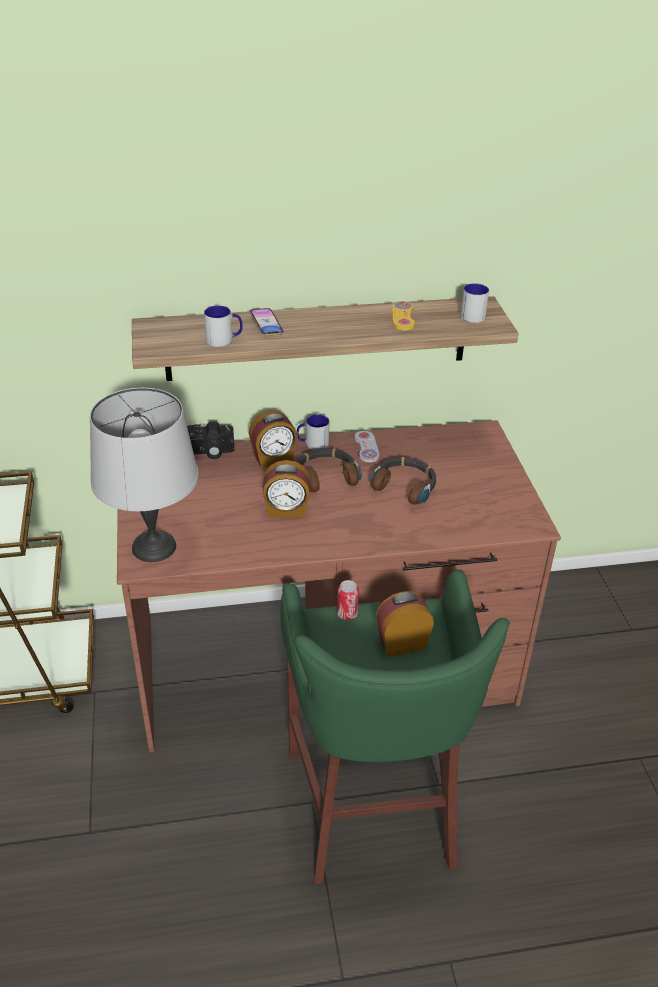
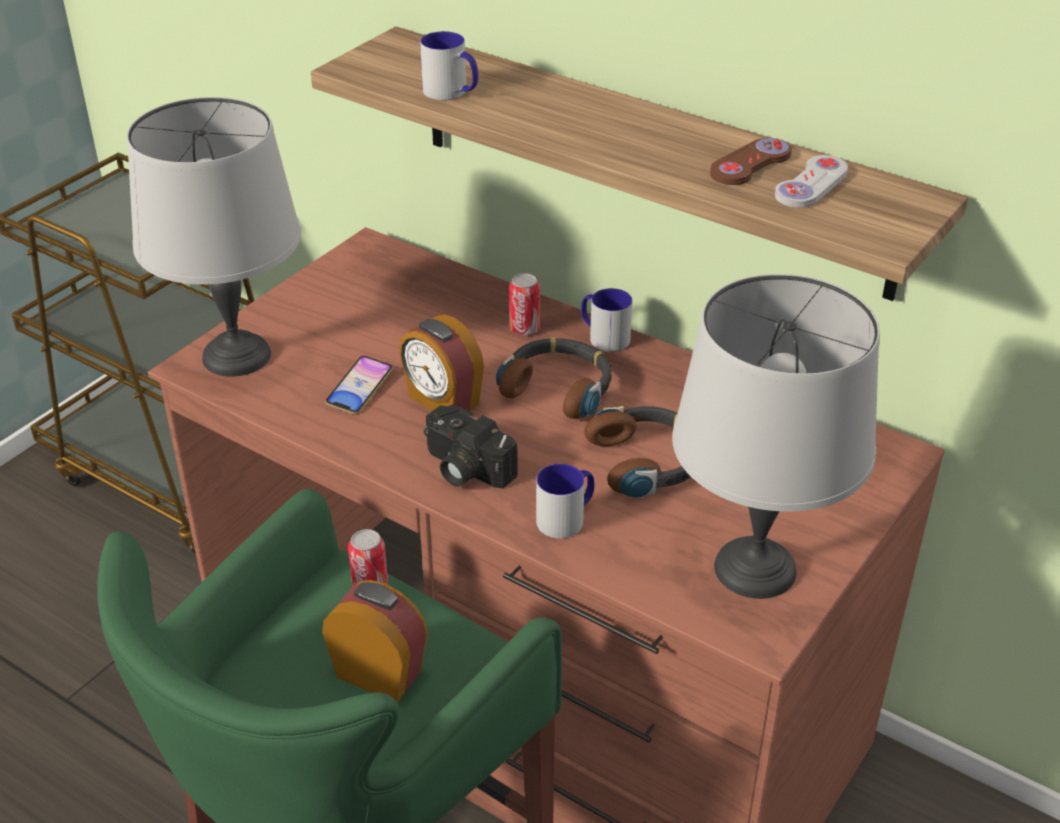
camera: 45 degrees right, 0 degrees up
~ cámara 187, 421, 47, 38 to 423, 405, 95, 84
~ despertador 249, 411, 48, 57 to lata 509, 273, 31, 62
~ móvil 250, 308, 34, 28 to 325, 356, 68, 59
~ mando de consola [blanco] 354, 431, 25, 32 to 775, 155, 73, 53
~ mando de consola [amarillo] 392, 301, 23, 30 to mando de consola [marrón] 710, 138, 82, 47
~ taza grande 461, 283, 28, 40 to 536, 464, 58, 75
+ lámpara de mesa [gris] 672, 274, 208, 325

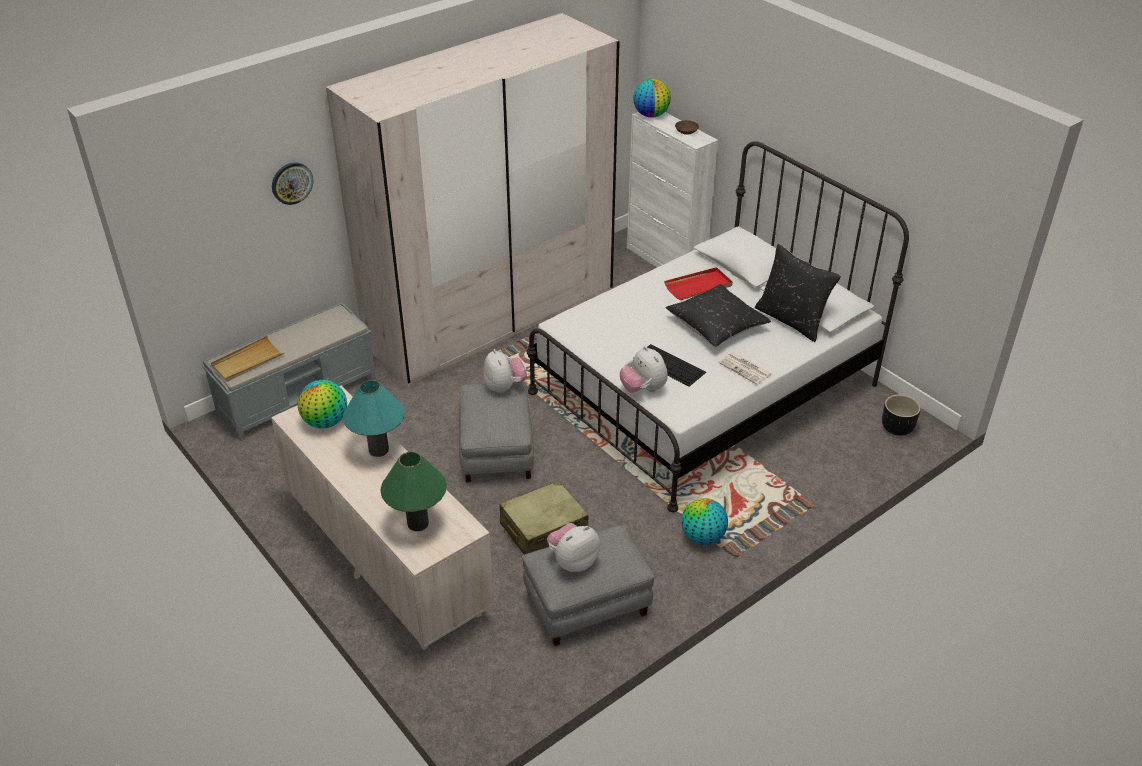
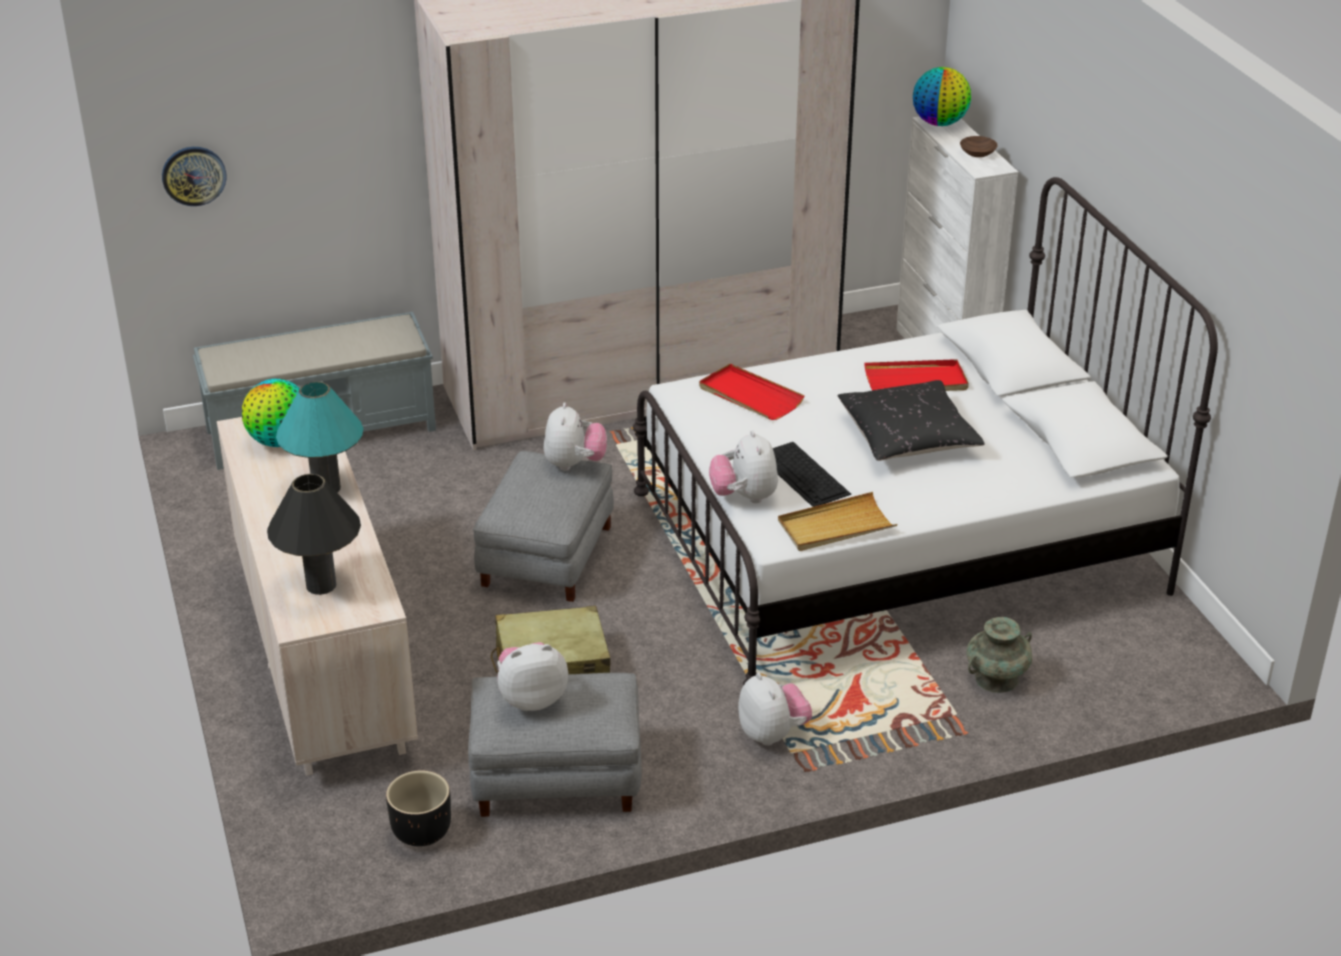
camera: 20 degrees right, 5 degrees down
~ bandeja [beis] 211, 336, 73, 46 to 778, 492, 119, 59
~ reloj de pared 272, 162, 41, 43 to 162, 147, 65, 59
~ lámpara de mesa [verde] 380, 452, 67, 79 to lámpara de mesa [negro] 267, 474, 94, 121
~ globo terráqueo 681, 498, 47, 47 to peluche 738, 672, 74, 74
- periódico 718, 352, 54, 33
- cojín [negro] 755, 244, 86, 98
~ maceta [negro] 882, 394, 39, 42 to 386, 771, 65, 76
+ bandeja [rojo] 699, 364, 106, 56
+ florero [turquesa] 966, 617, 66, 76

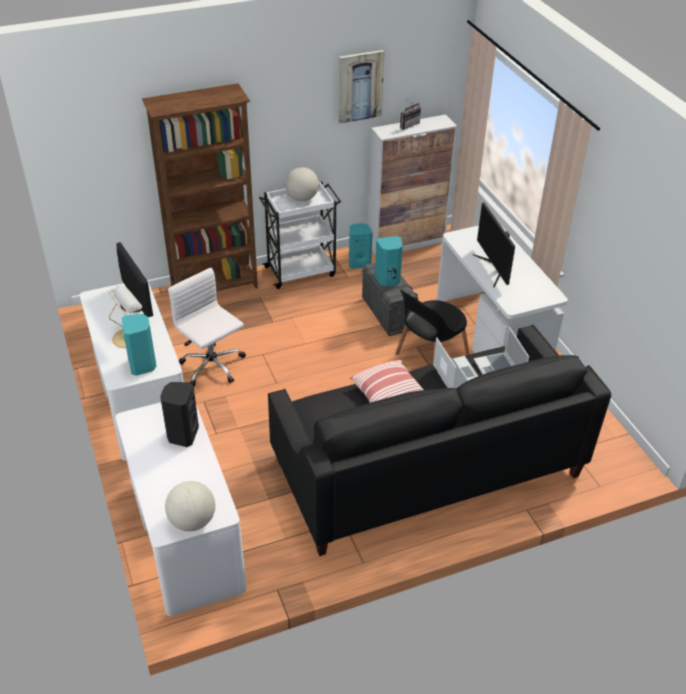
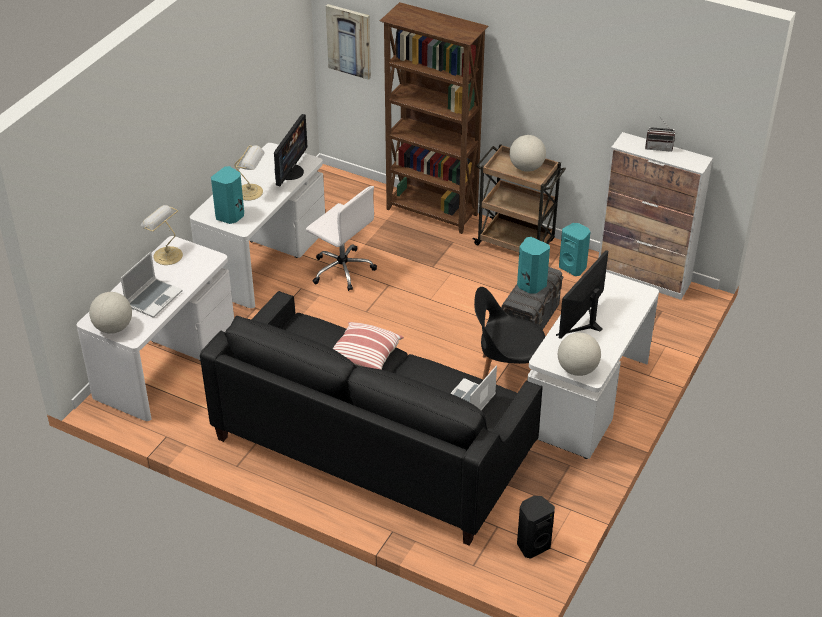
camera: 50 degrees right, 0 degrees up
~ altavoz [negro] 160, 382, 39, 65 to 517, 496, 38, 63
~ silla de oficina [blanco] 168, 268, 78, 118 = 306, 186, 71, 105 120 degrees clockwise
~ carrito [blanco] 259, 181, 82, 108 to carrito [marrón] 472, 144, 94, 108
~ cuadro 339, 50, 46, 74 to 326, 4, 45, 76
~ portátil 433, 337, 45, 52 to 121, 252, 62, 66
+ lámpara de mesa 141, 205, 42, 60
+ globo terráqueo 558, 333, 43, 43

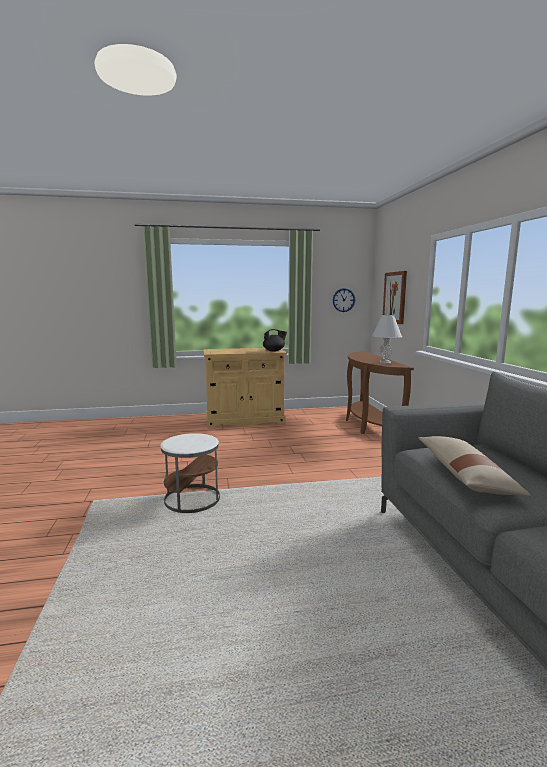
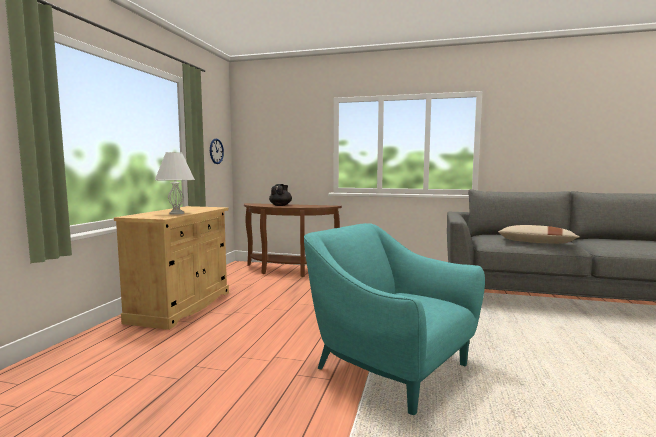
camera: 65 degrees left, 5 degrees down
~ mesa auxiliar [blanco] 160, 433, 60, 80 to sillón [turquesa] 304, 223, 181, 192
~ tetera [negro] 263, 329, 24, 22 to 269, 184, 23, 22
~ lámpara de mesa [blanco] 372, 314, 30, 50 to 155, 151, 40, 64
- cuadro 383, 271, 24, 53

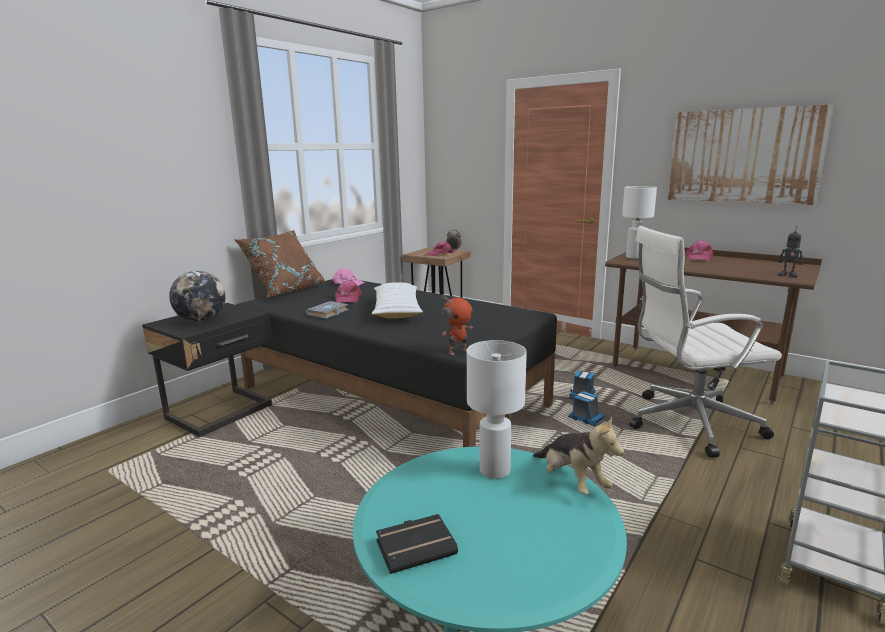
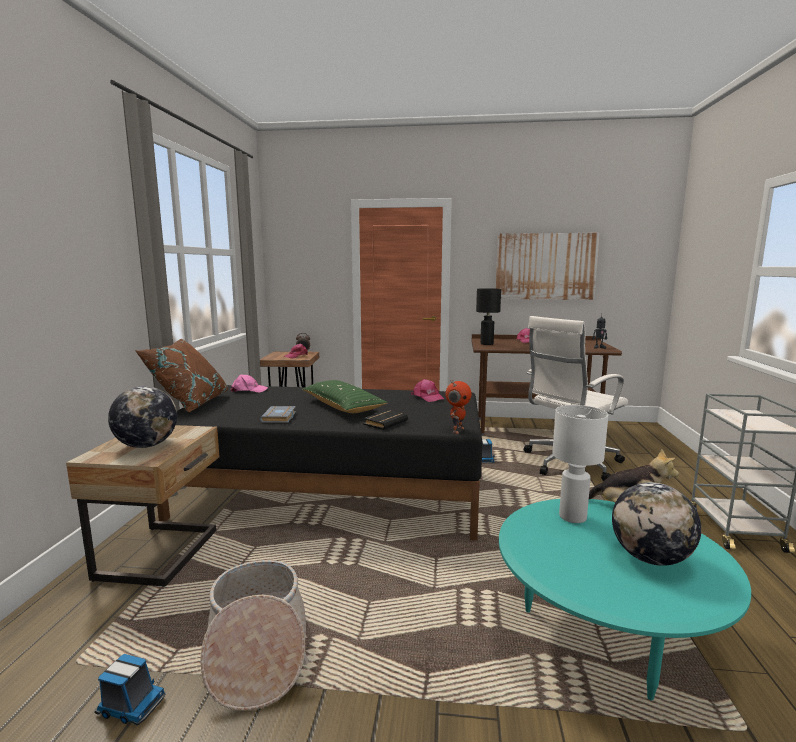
camera: 30 degrees left, 5 degrees down
~ mesita de noche [negro] 142, 303, 130, 134 to mesita de noche [beis] 66, 425, 153, 162
~ gorra [rosa] 335, 280, 27, 23 to 411, 379, 33, 23
~ cojín [blanco] 372, 282, 51, 37 to cojín [verde] 302, 380, 86, 33
~ libro [negro] 376, 514, 82, 60 to 363, 410, 45, 20
~ camión de juguete 568, 391, 37, 35 to 95, 654, 70, 71
~ lámpara de mesa [blanco] 622, 186, 35, 73 to lámpara de mesa [negro] 476, 288, 25, 57
+ cesta 200, 560, 109, 151
+ globo terráqueo 612, 482, 89, 84

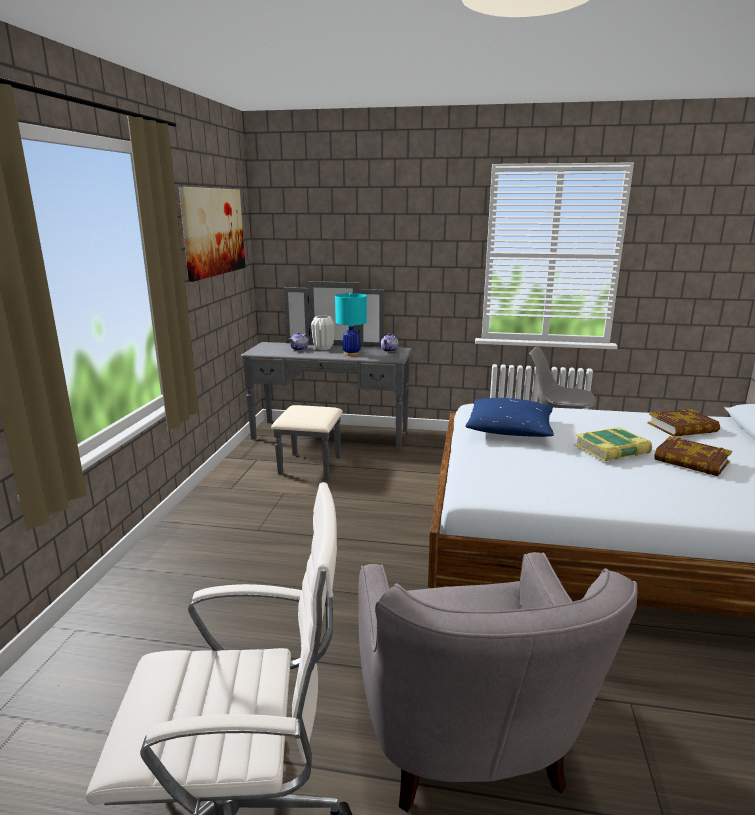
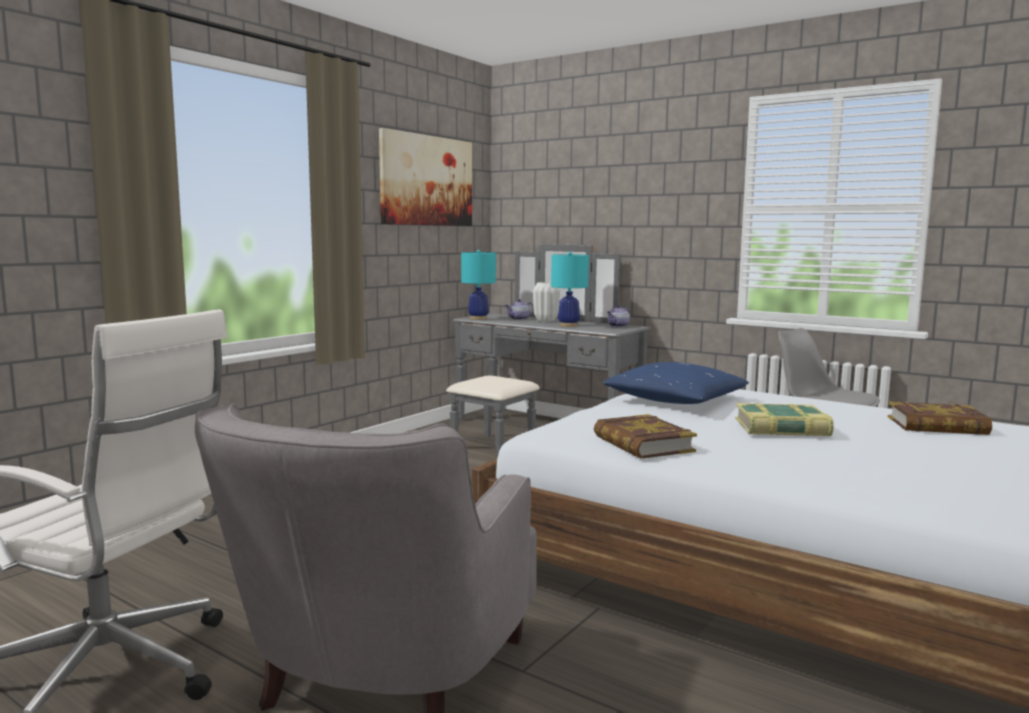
camera: 25 degrees right, 10 degrees down
~ libro 654, 436, 78, 40 to 594, 414, 103, 45
+ lámpara de mesa [turquesa] 461, 250, 35, 70

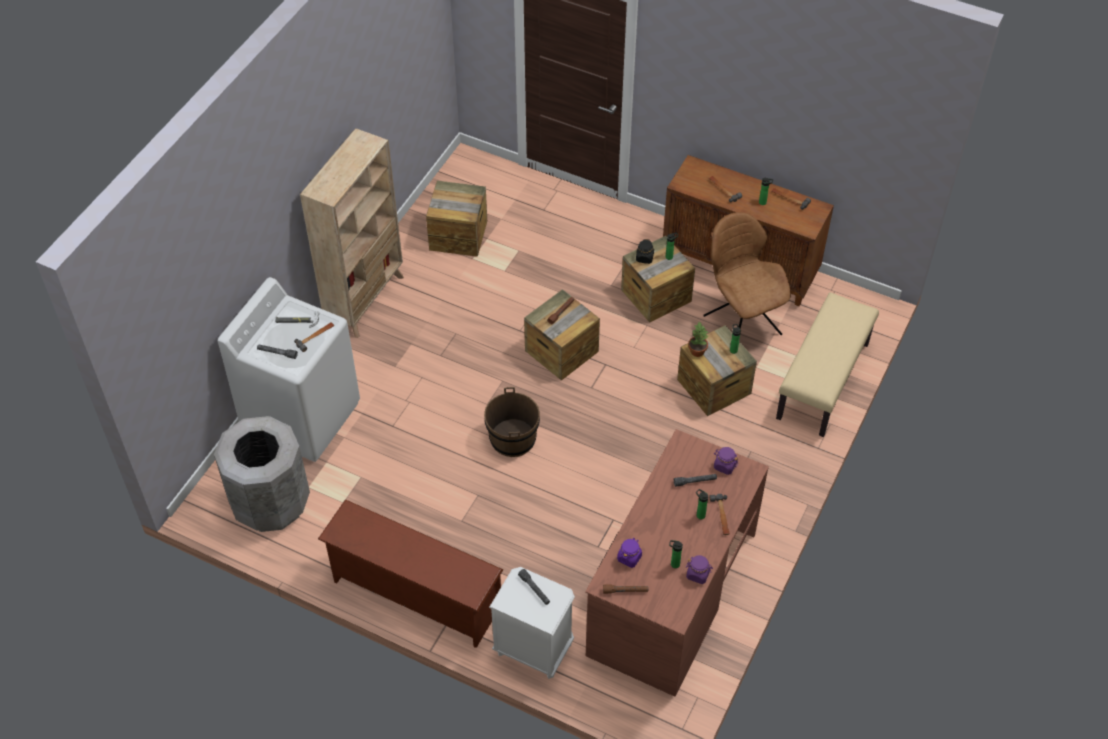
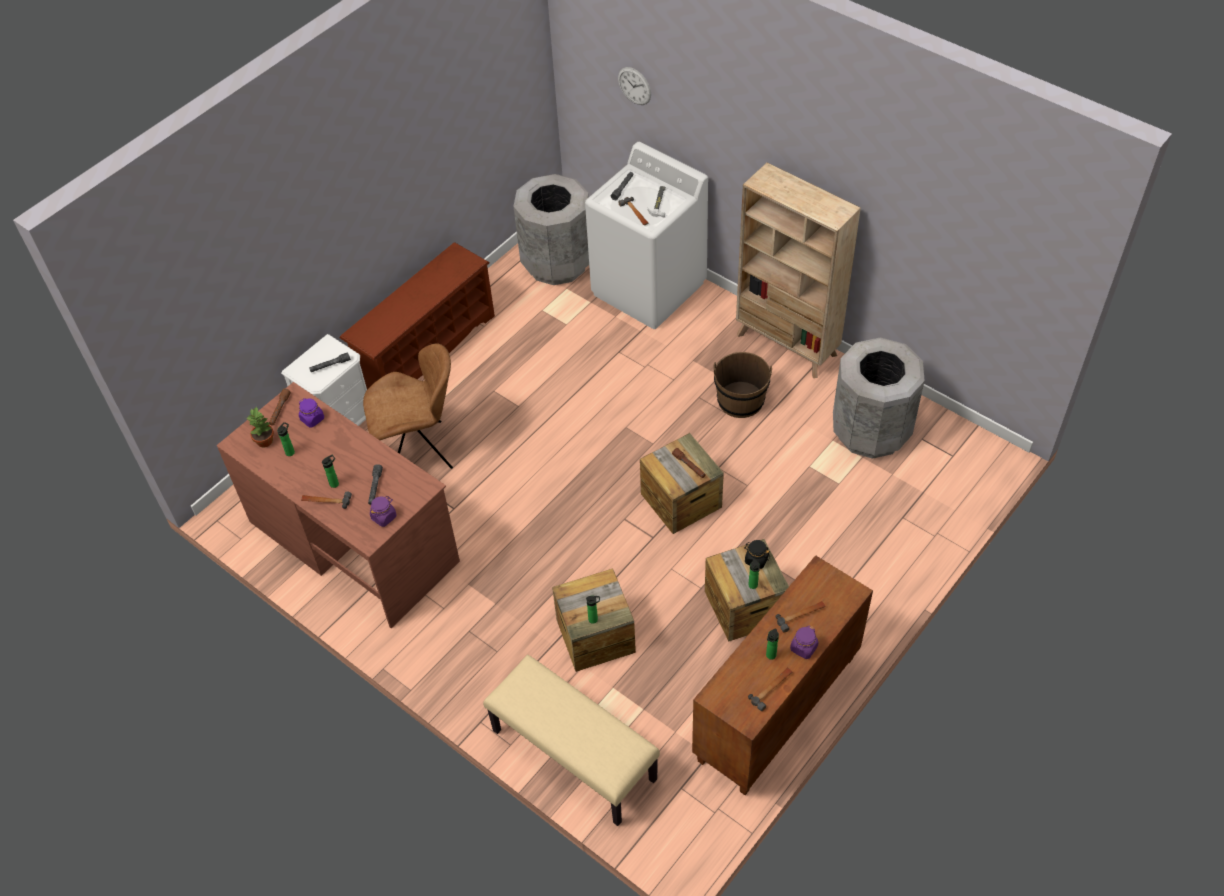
camera: 105 degrees right, 0 degrees up
~ caja de embalaje 426, 181, 61, 76 to papelera [gris] 833, 338, 92, 121
~ cubo [marrón] 484, 387, 56, 70 to 713, 352, 59, 66
~ tarro [morado] 686, 555, 27, 29 to 790, 626, 28, 33
~ planta en maceta 688, 322, 20, 35 to 247, 406, 27, 41
~ silla [marrón] 703, 212, 88, 123 to 363, 344, 90, 125
+ reloj de pared 618, 67, 33, 38

